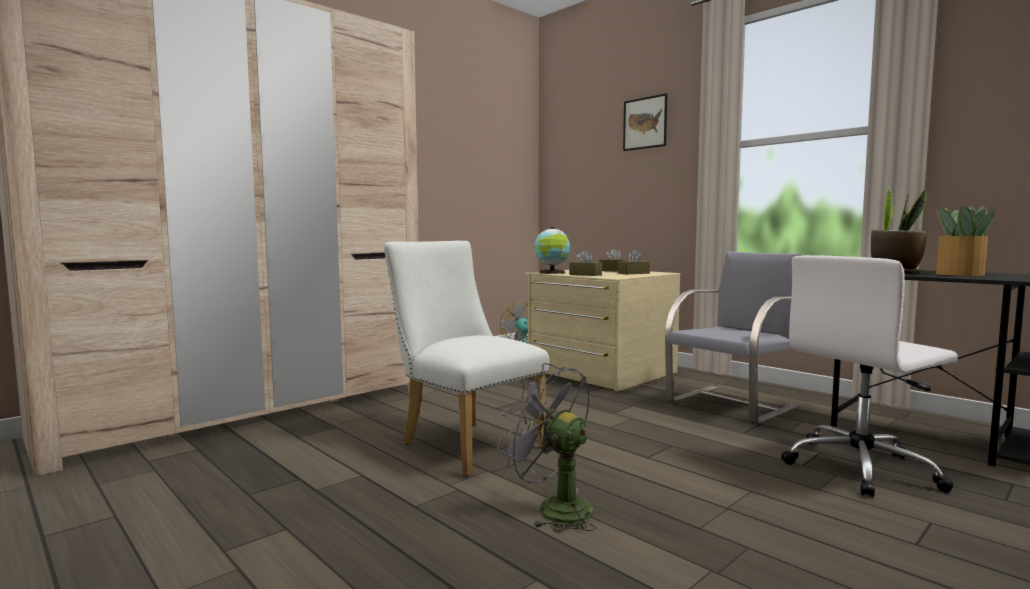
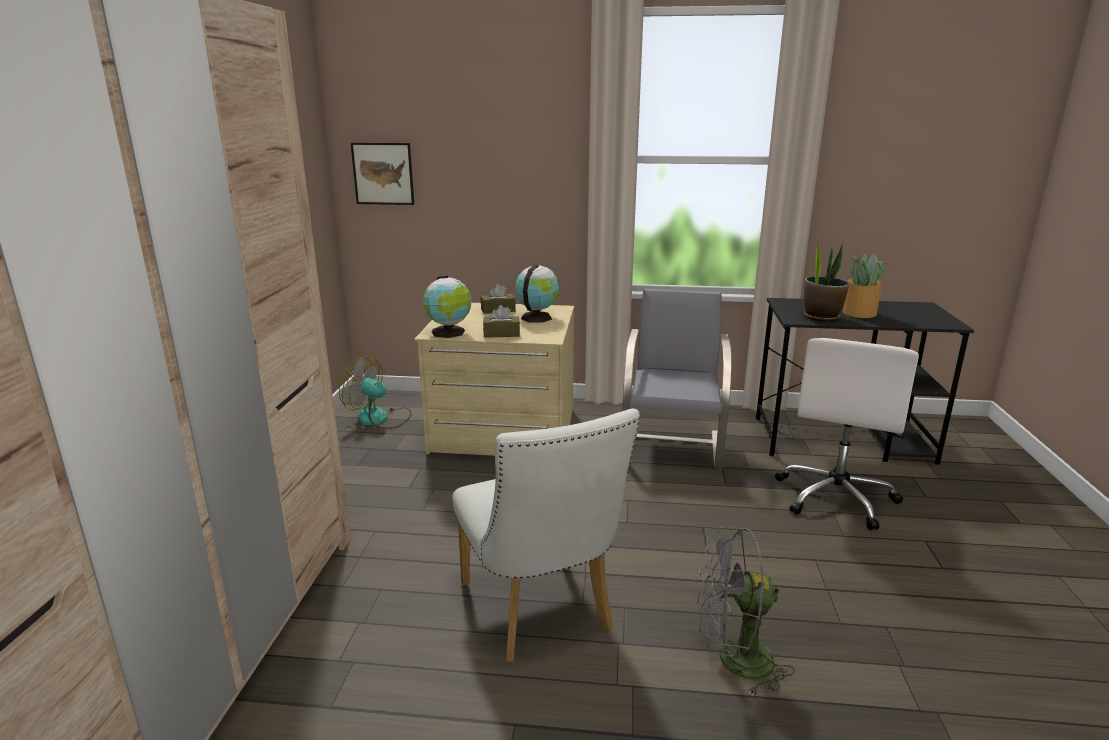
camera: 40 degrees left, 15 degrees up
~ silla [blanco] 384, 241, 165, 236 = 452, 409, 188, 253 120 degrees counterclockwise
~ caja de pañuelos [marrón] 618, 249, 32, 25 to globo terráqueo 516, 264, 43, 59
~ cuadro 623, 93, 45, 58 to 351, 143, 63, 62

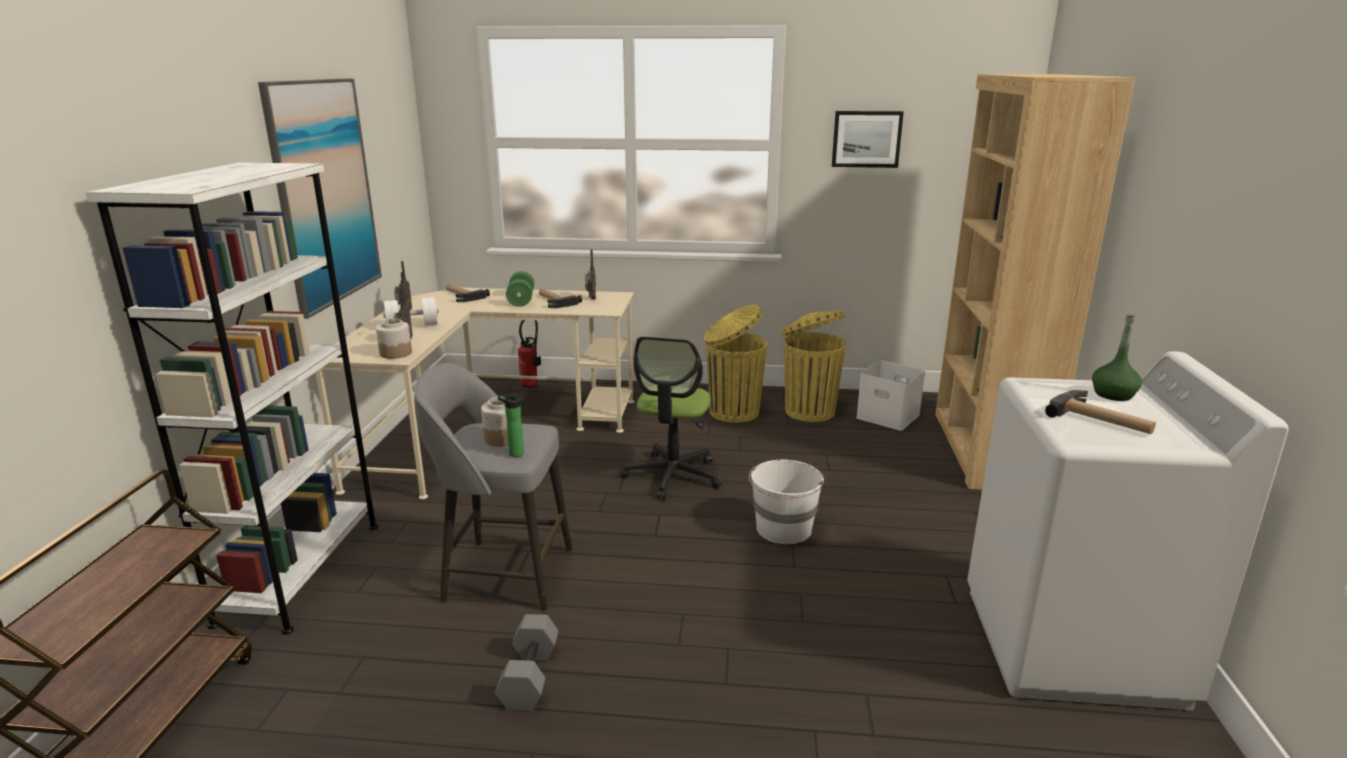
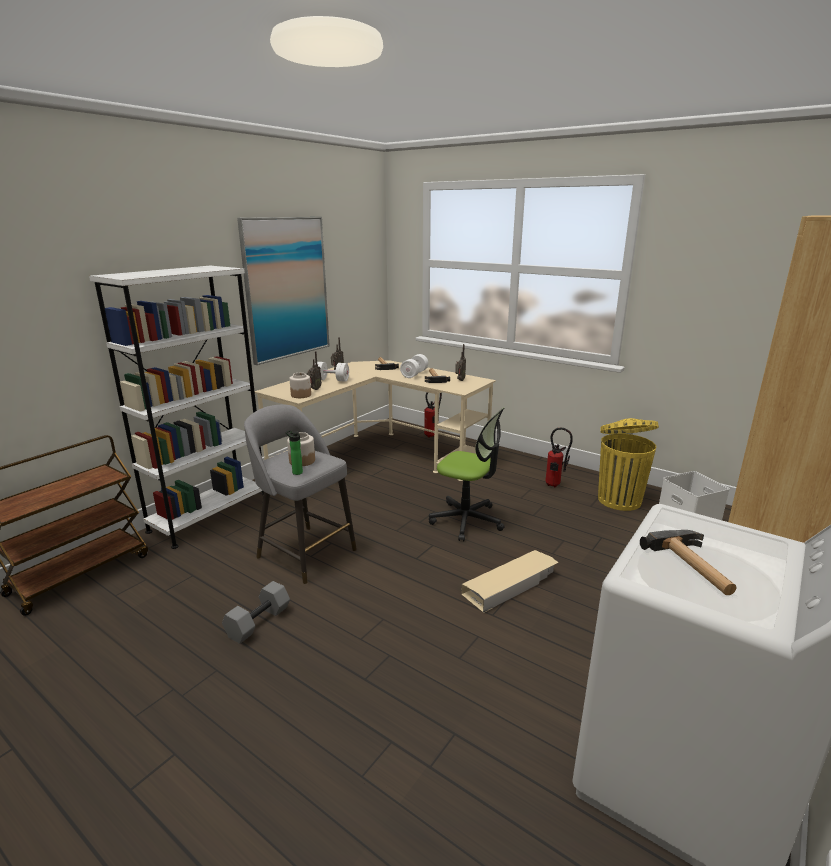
camera: 30 degrees right, 0 degrees up
~ mancuerna [verde] 506, 271, 28, 36 to mancuerna [blanco] 400, 354, 28, 24
~ silla de oficina 620, 336, 102, 164 = 429, 407, 76, 134 105 degrees counterclockwise
~ papelera [amarillo] 703, 304, 64, 119 to extintor 545, 428, 28, 59
~ cubo [blanco] 749, 460, 75, 84 to caja de almacenaje [beis] 461, 550, 97, 63
- cuadro 832, 111, 72, 57
- botella [verde] 1092, 314, 50, 87

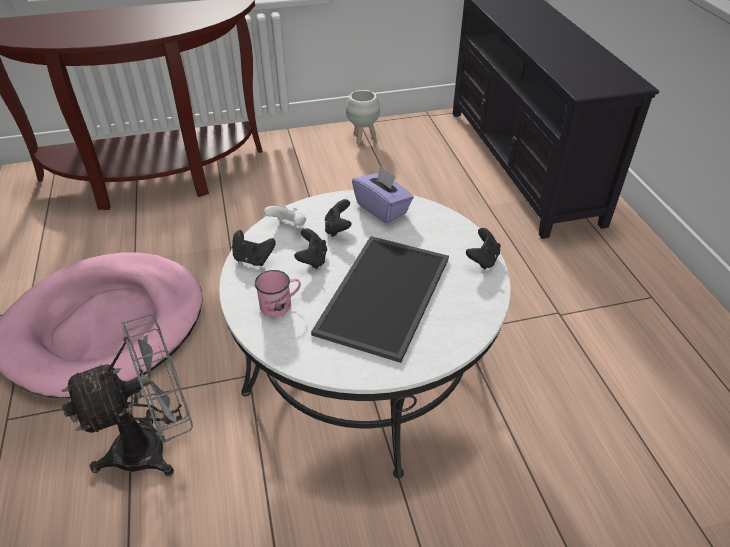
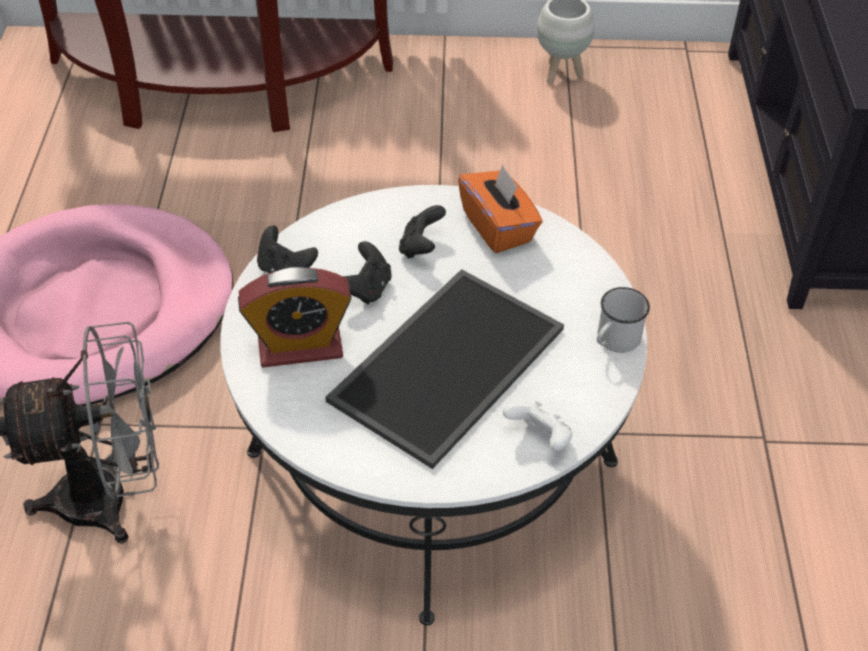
camera: 15 degrees right, 5 degrees up
~ taza grande [rosa] 255, 270, 46, 47 to despertador 238, 267, 114, 100
~ mando de consola [blanco] 264, 205, 42, 22 to 503, 401, 70, 50
~ caja de pañuelos [morado] 352, 165, 62, 59 to caja de pañuelos [naranja] 458, 164, 84, 89
~ mando de consola [negro] 466, 228, 35, 42 to taza grande [blanco] 597, 287, 53, 66

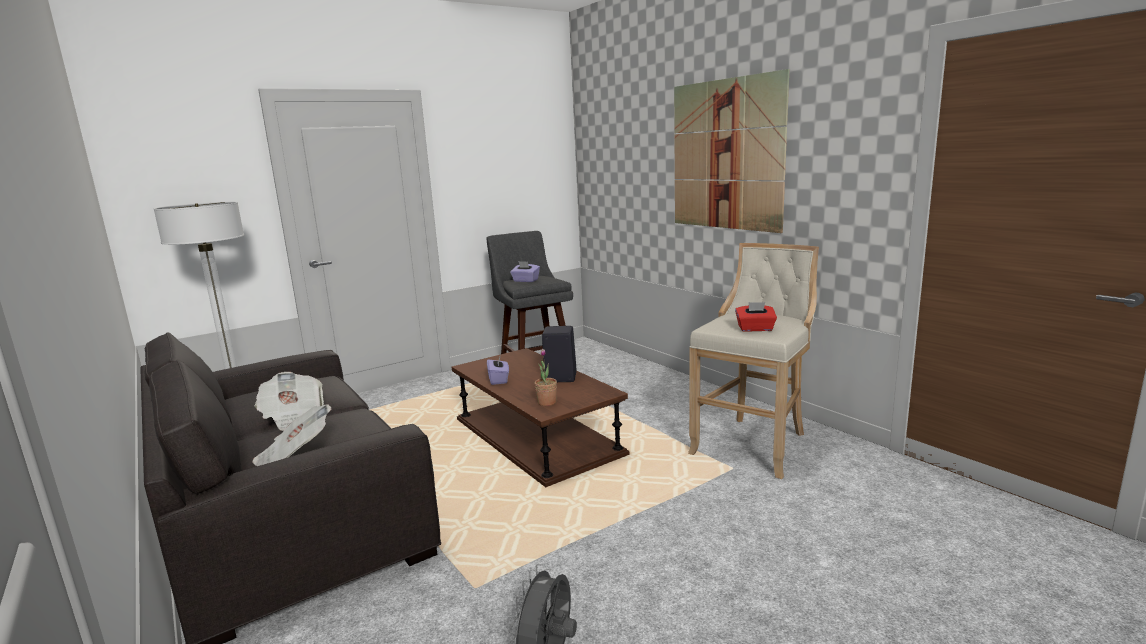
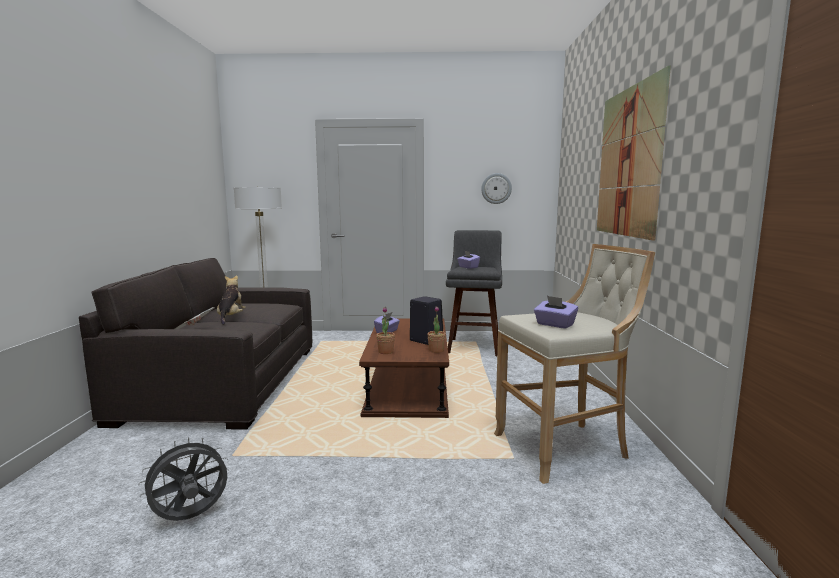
camera: 35 degrees right, 5 degrees down
~ periódico 255, 372, 69, 59 to peluche 217, 275, 29, 50
~ caja de pañuelos [rojo] 735, 302, 42, 30 to caja de pañuelos [morado] 534, 296, 44, 33
+ planta en maceta 427, 306, 19, 47
+ reloj de pared 481, 173, 31, 31

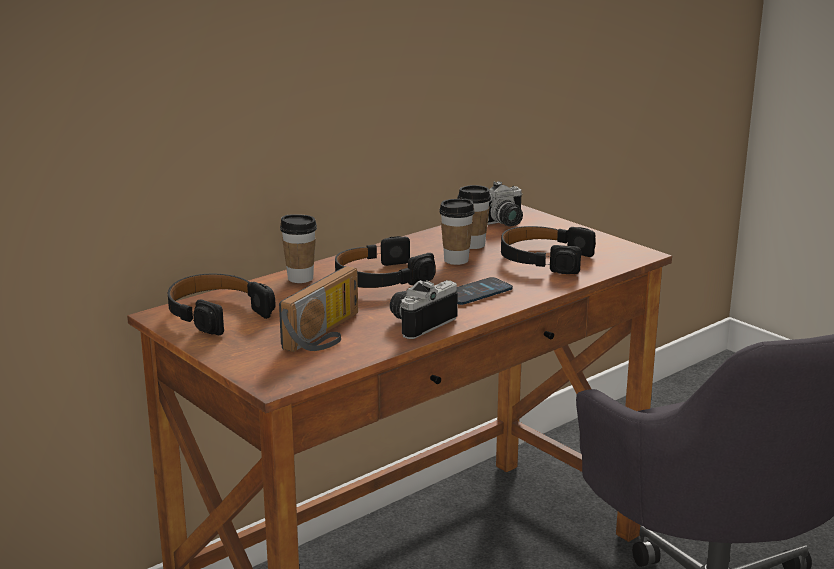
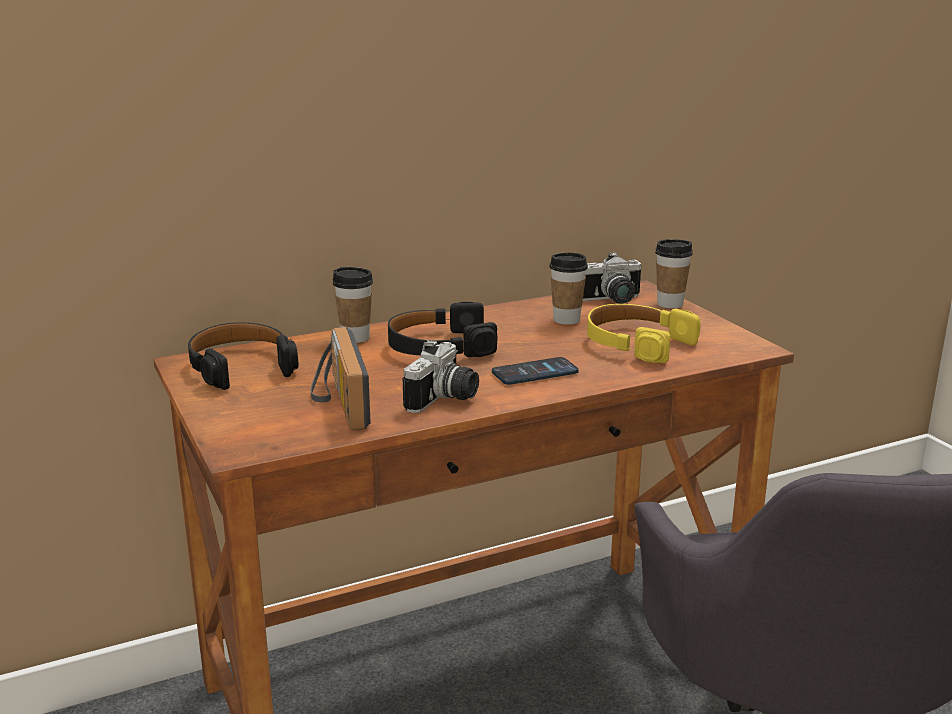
camera: 15 degrees right, 0 degrees up
~ radio 279, 266, 79, 86 = 311, 327, 60, 103 120 degrees clockwise
~ cámara 390, 280, 68, 59 = 403, 340, 76, 73 150 degrees clockwise
~ taza 439, 199, 36, 66 to 655, 239, 38, 69
~ auriculares [negro] 501, 226, 95, 48 to auriculares [amarillo] 587, 304, 114, 59

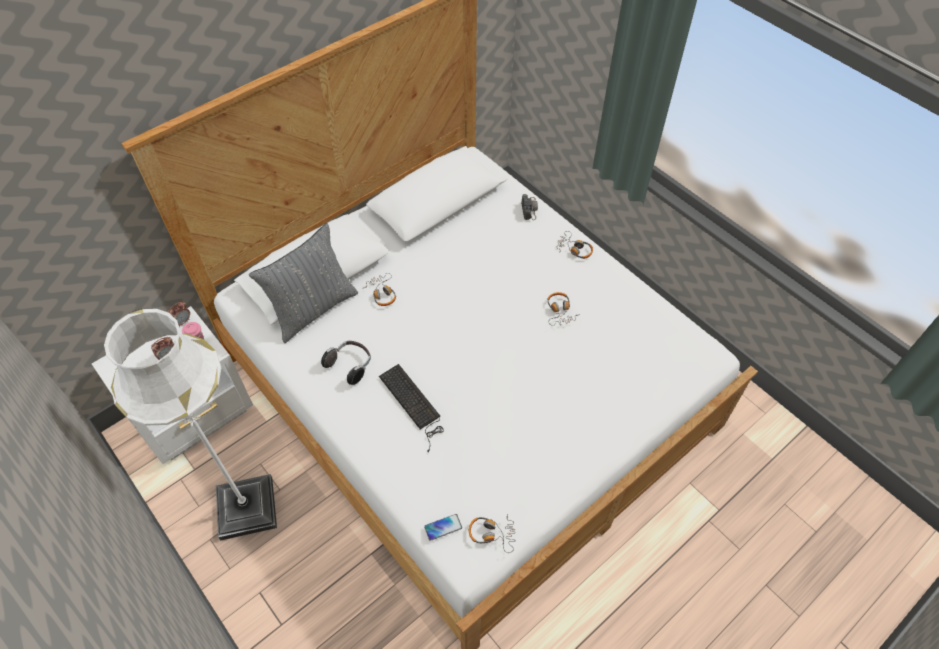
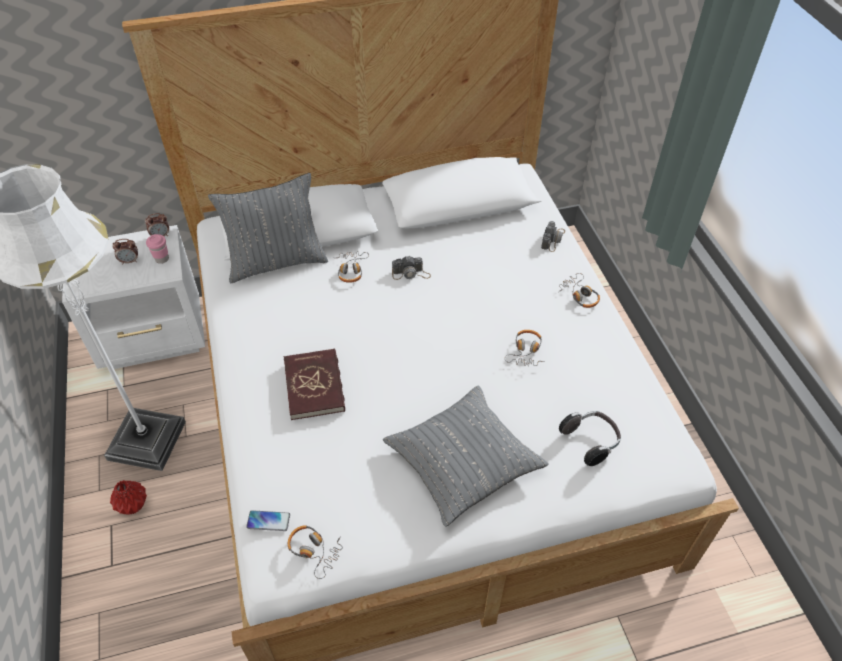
camera: 25 degrees right, 5 degrees down
~ auriculares 321, 341, 50, 44 to 559, 411, 62, 55
~ teclado 379, 364, 65, 88 to libro [rojo] 284, 348, 61, 72
+ florero [rojo] 110, 480, 37, 35
+ cojín [gris] 383, 385, 166, 142
+ cámara 392, 256, 39, 24

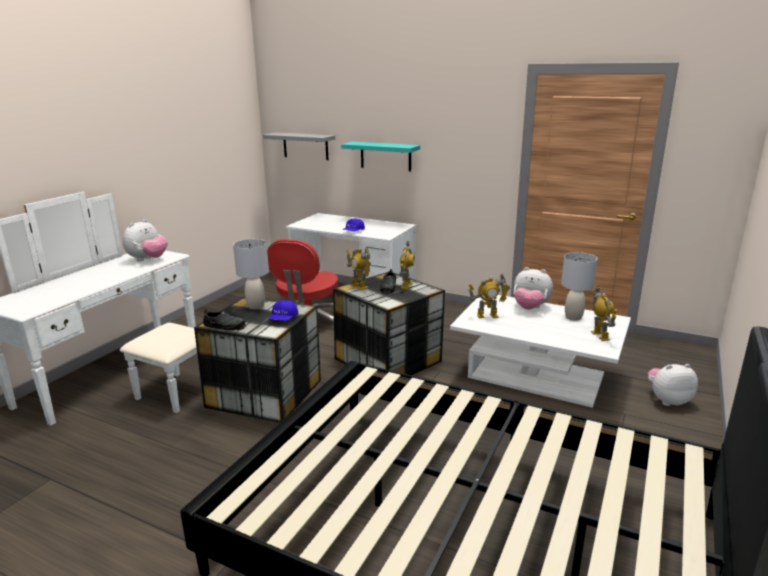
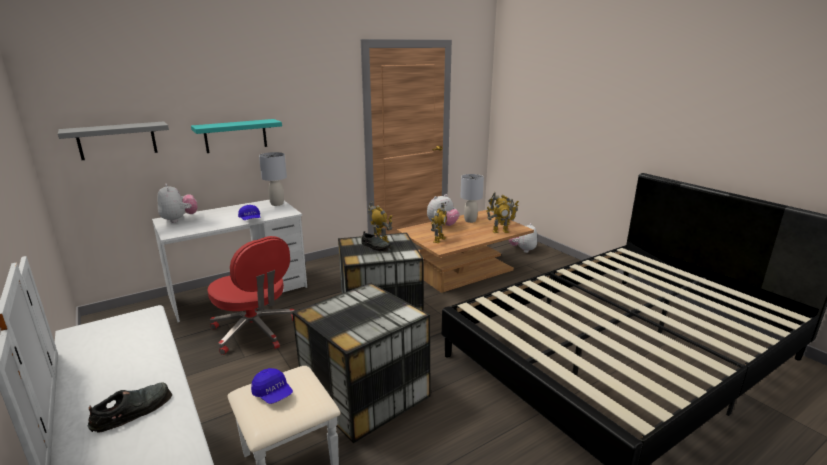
camera: 60 degrees left, 0 degrees up
~ peluche 123, 219, 45, 42 to 157, 184, 41, 39
~ zapato [negro] 203, 310, 42, 21 to 87, 382, 85, 51
~ lámpara de mesa [gris] 233, 239, 36, 70 to 259, 152, 28, 54
~ gorra [azul] 269, 300, 29, 21 to 251, 368, 42, 36
~ robot de juguete 347, 247, 24, 43 to 486, 198, 32, 35
~ mesa de centro [blanco] 450, 294, 181, 114 to mesa de centro [marrón] 397, 210, 137, 83

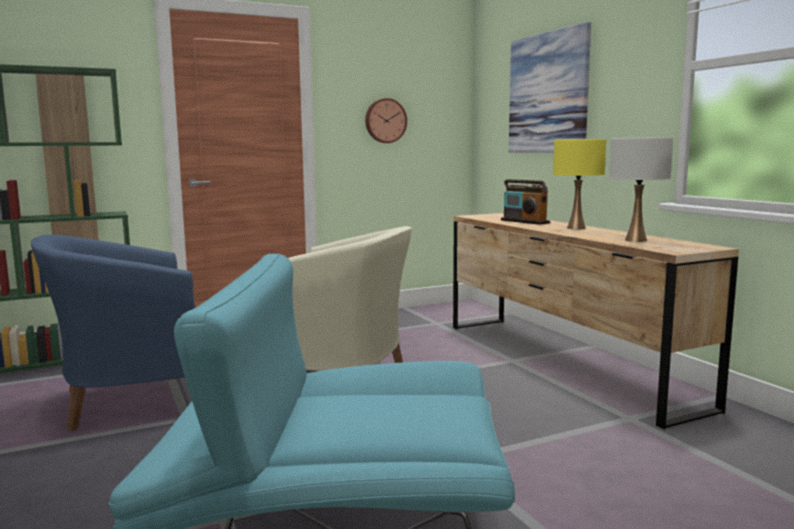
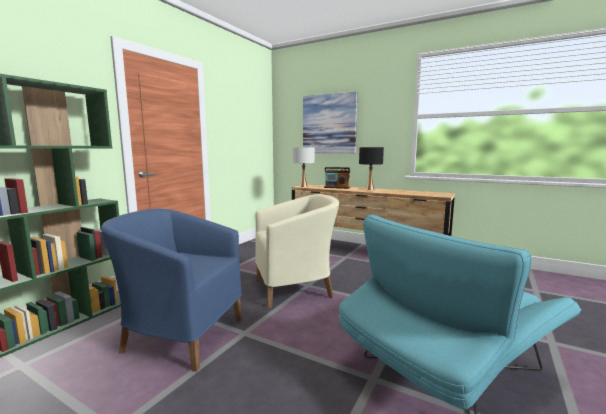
camera: 35 degrees left, 0 degrees up
~ sillón [azul] 31, 235, 164, 196 = 101, 209, 141, 163 75 degrees clockwise
- reloj de pared 365, 98, 42, 45
~ lámpara de mesa [amarillo] 553, 139, 53, 90 to lámpara de mesa [negro] 359, 147, 25, 43
~ lámpara de mesa [blanco] 610, 137, 63, 105 to 293, 147, 22, 40

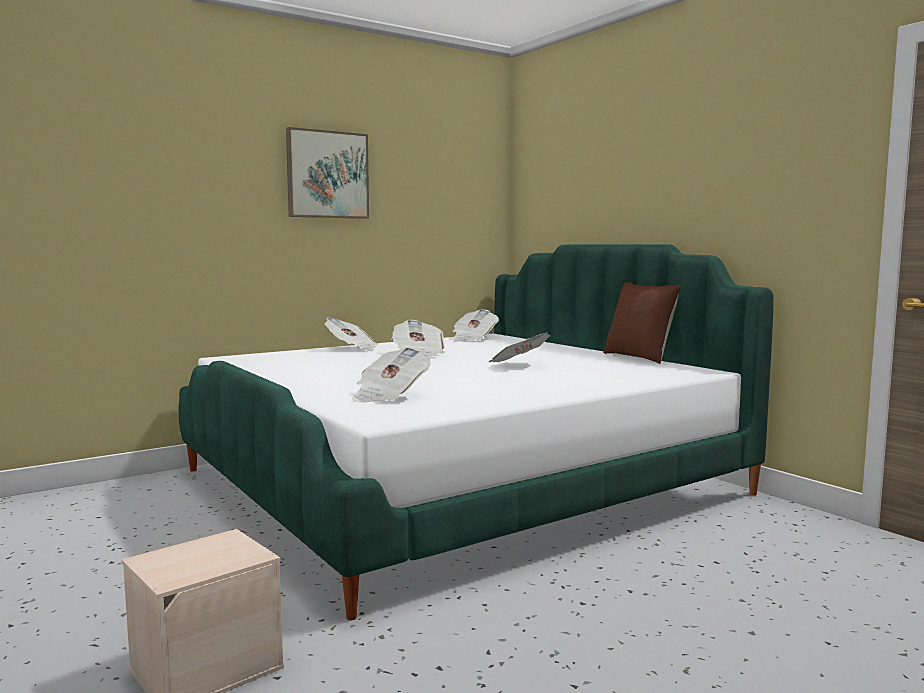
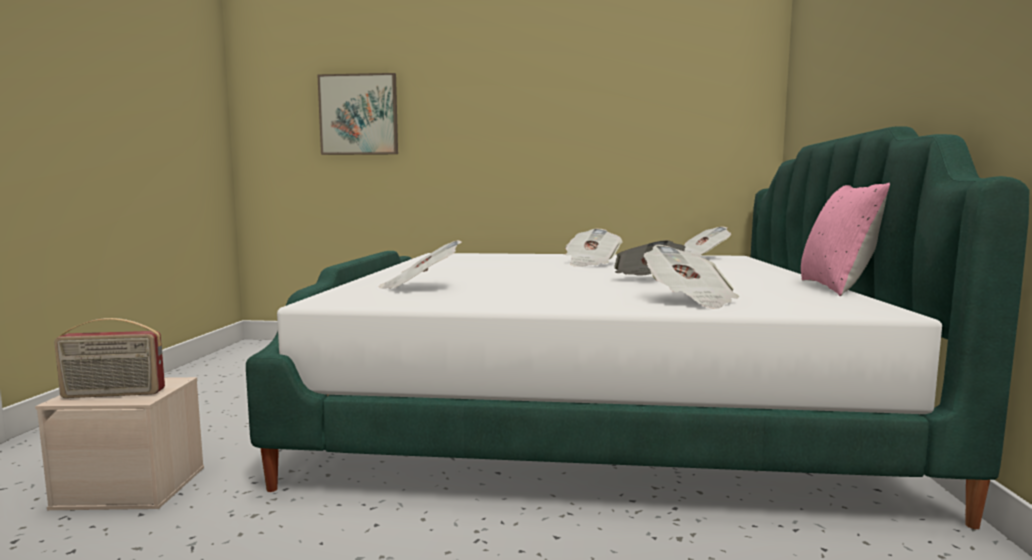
camera: 40 degrees right, 0 degrees up
~ cuadro 286, 127, 83, 92 to 317, 73, 81, 82
~ periódico 324, 317, 54, 34 to 644, 245, 95, 64
~ cojín [marrón] 603, 282, 78, 82 to cojín [rosa] 801, 183, 89, 113
+ radio 54, 318, 111, 80

